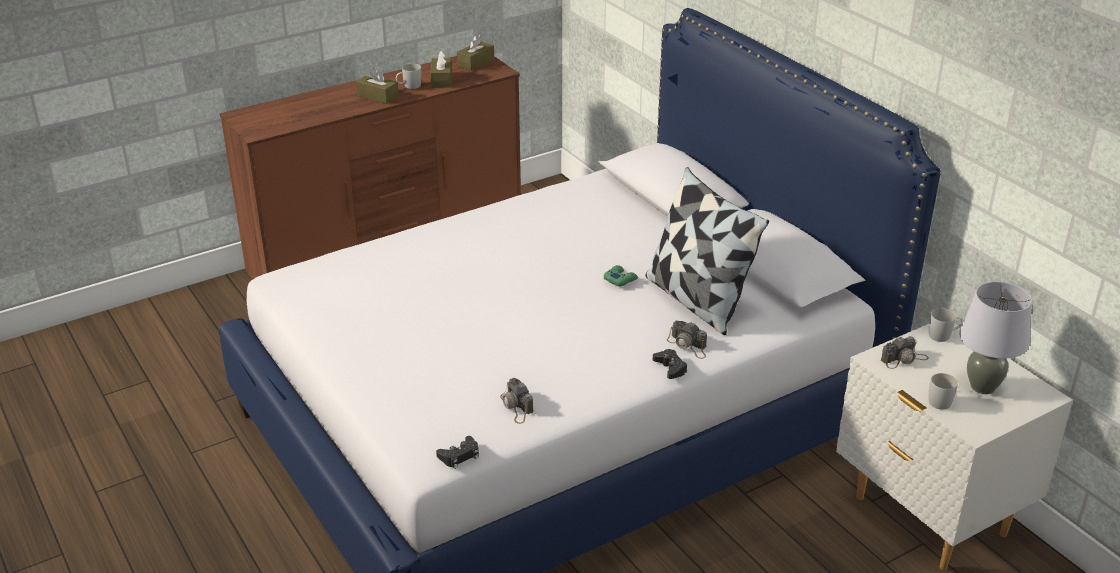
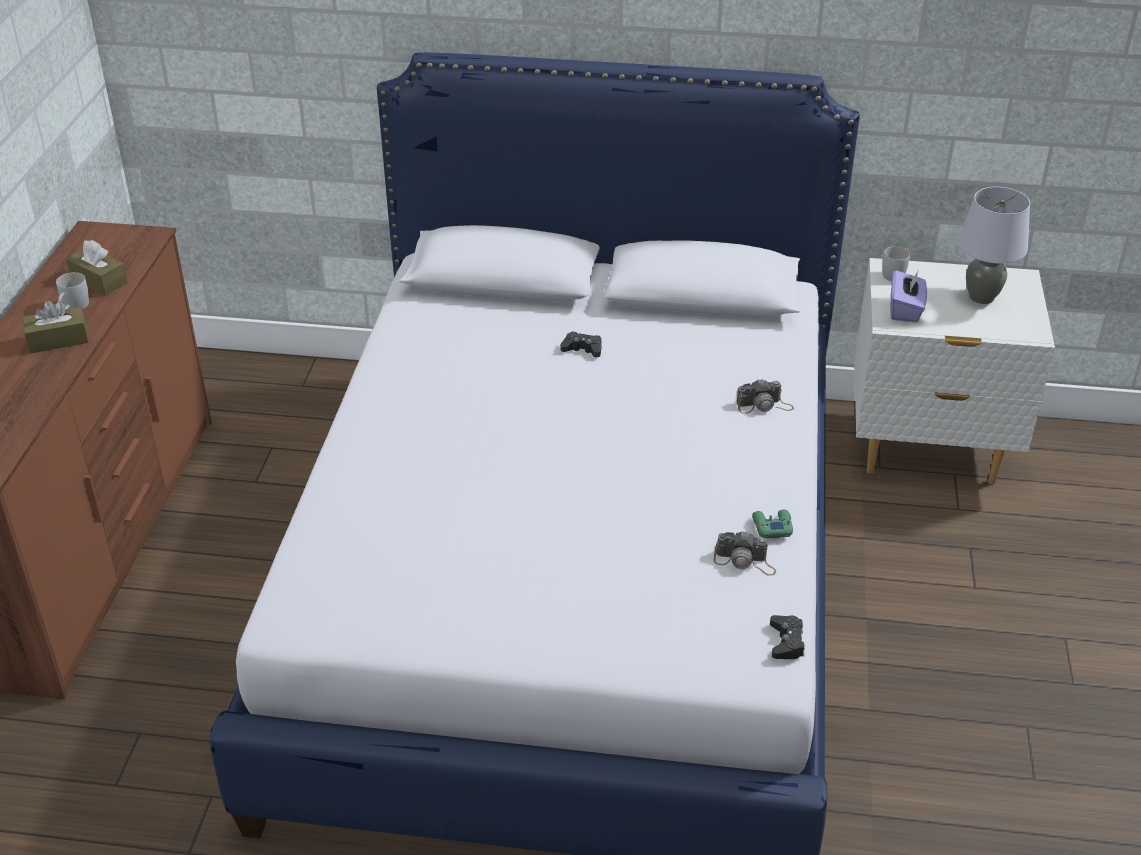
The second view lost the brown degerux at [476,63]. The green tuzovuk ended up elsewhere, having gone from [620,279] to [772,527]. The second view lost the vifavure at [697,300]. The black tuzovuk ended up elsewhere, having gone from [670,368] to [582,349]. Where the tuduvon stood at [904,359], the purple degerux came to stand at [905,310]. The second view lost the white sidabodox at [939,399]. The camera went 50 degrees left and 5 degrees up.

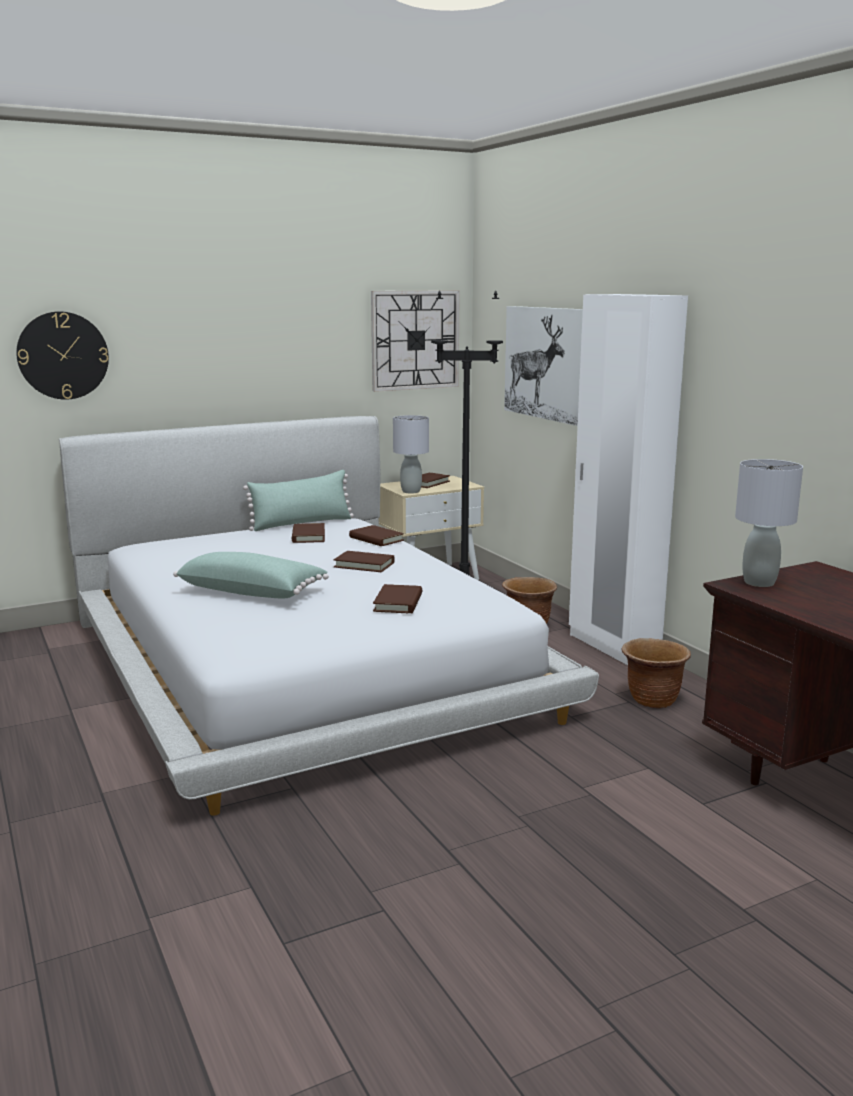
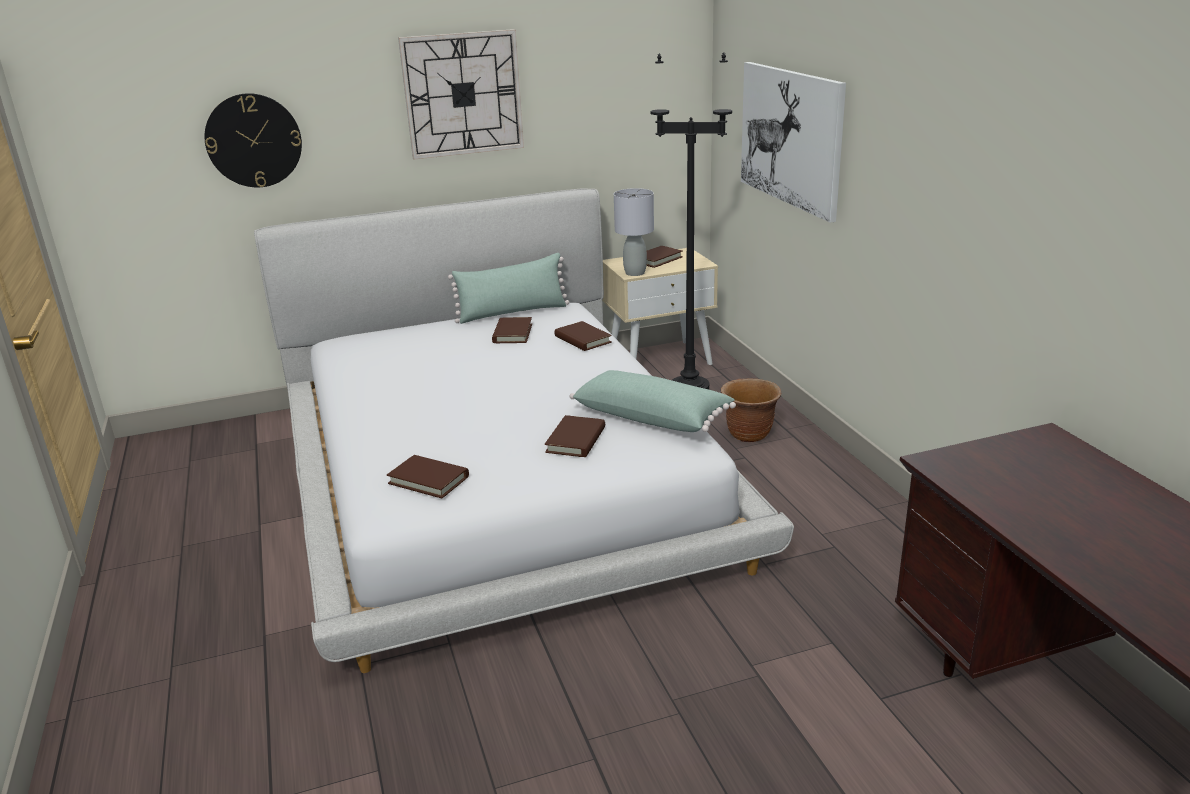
The green vifavure ended up elsewhere, having gone from [252,592] to [652,417]. The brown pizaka ended up elsewhere, having gone from [364,565] to [428,480]. The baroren ended up elsewhere, having gone from [415,340] to [463,94]. The second view lost the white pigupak at [612,647]. The second view lost the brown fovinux at [652,700]. The second view lost the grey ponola at [758,582]. The camera went 10 degrees right and 10 degrees up.

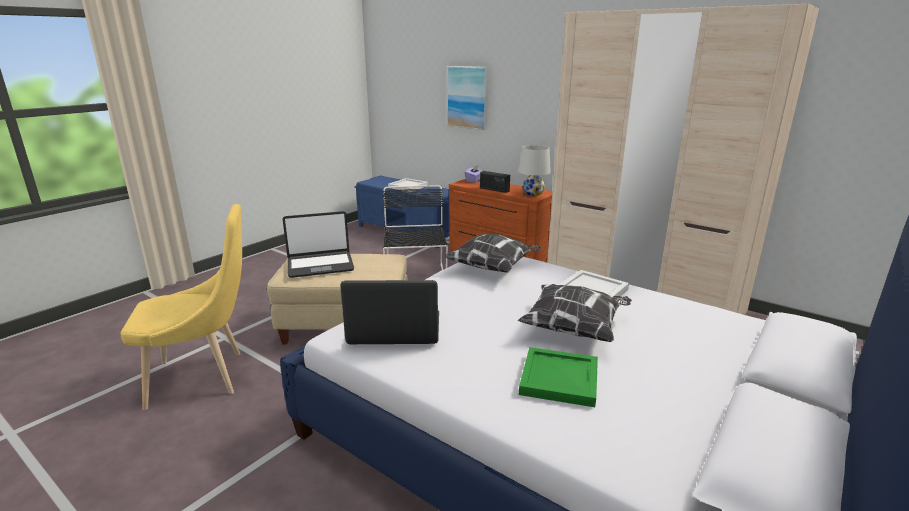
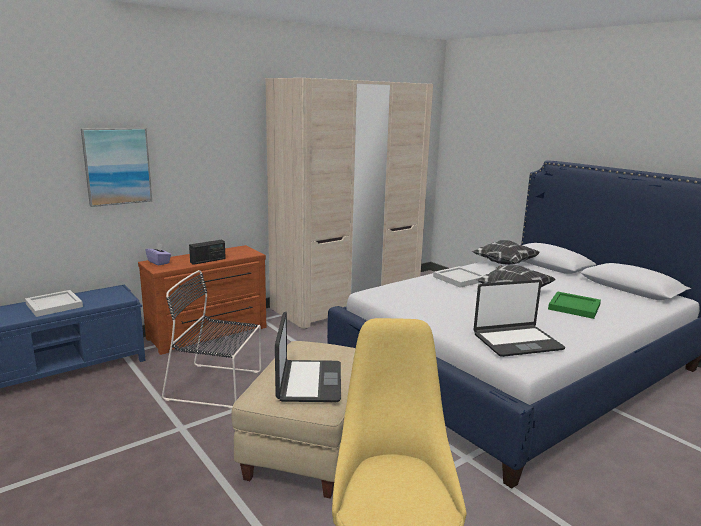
The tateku at [394,330] ended up facing another way, 120 degrees counterclockwise from before. The vifavure ended up elsewhere, having gone from [493,268] to [504,263]. The second view lost the white ponola at [533,193]. The camera went 75 degrees left and 5 degrees down.

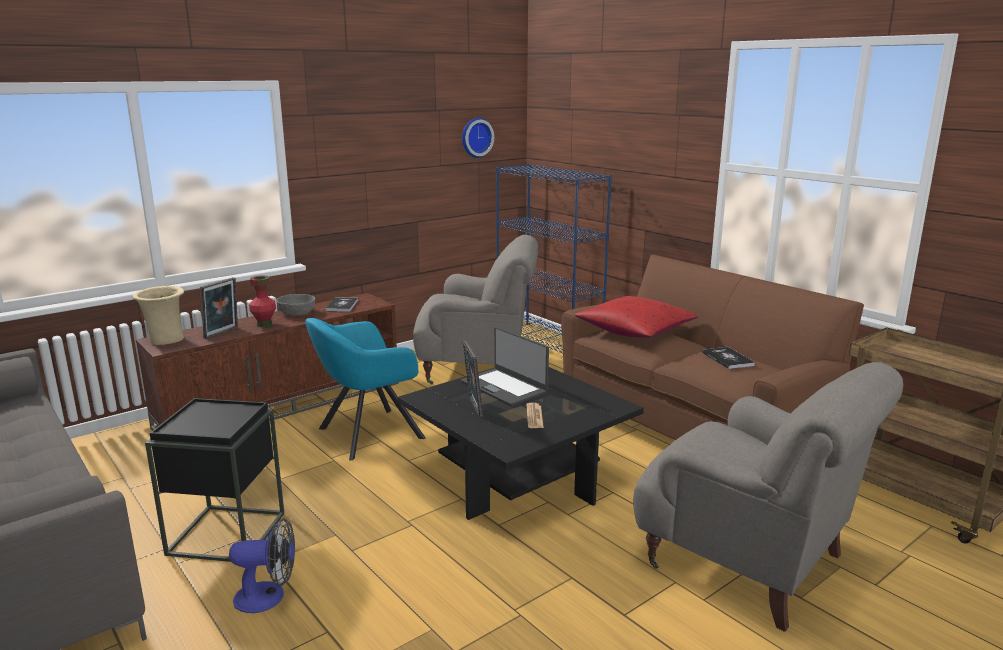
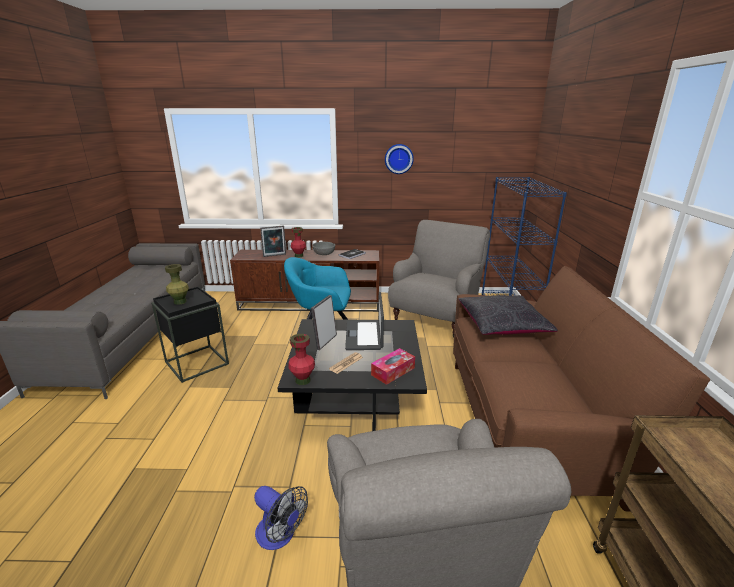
The second view lost the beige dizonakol at [166,341]. The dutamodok ended up elsewhere, having gone from [268,596] to [280,535]. The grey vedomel at [478,369] ended up facing another way, 105 degrees counterclockwise from before. The baroren ended up elsewhere, having gone from [475,137] to [398,159]. What was the red vifavure at [635,331] turned into the black vifavure at [502,325]. The second view lost the pizaka at [727,359]. The second view gained the green dizonakol at [180,301]. The second view gained the red dizonakol at [302,380]. The second view gained the degerux at [393,371]. The camera went 40 degrees right and 5 degrees up.

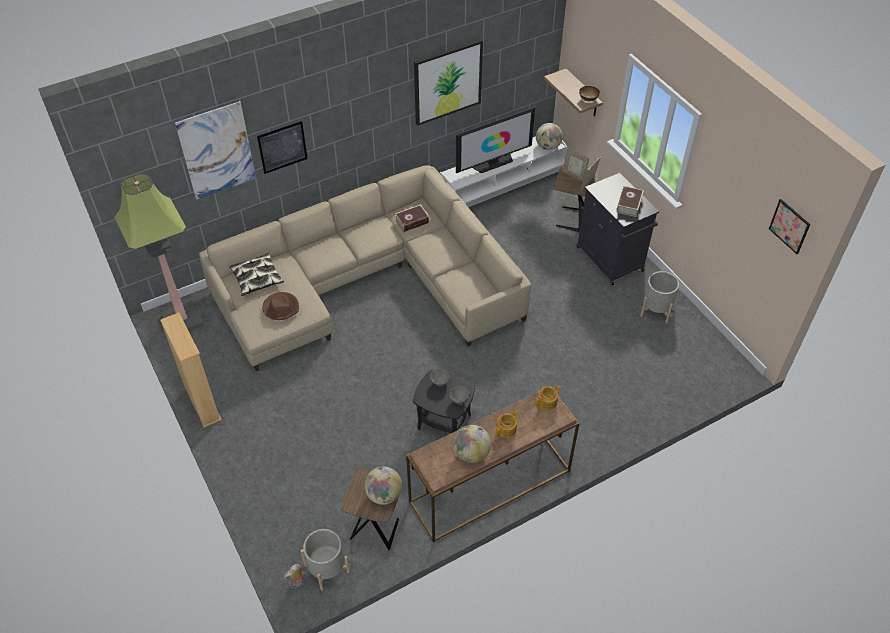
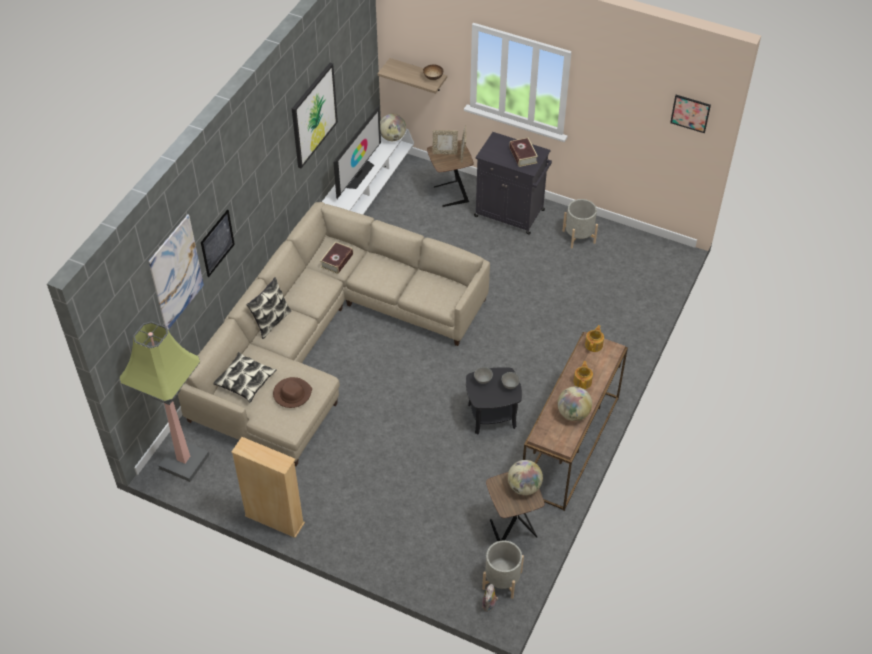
The second view gained the vifavure at [271,321]. The camera went 35 degrees left and 0 degrees up.

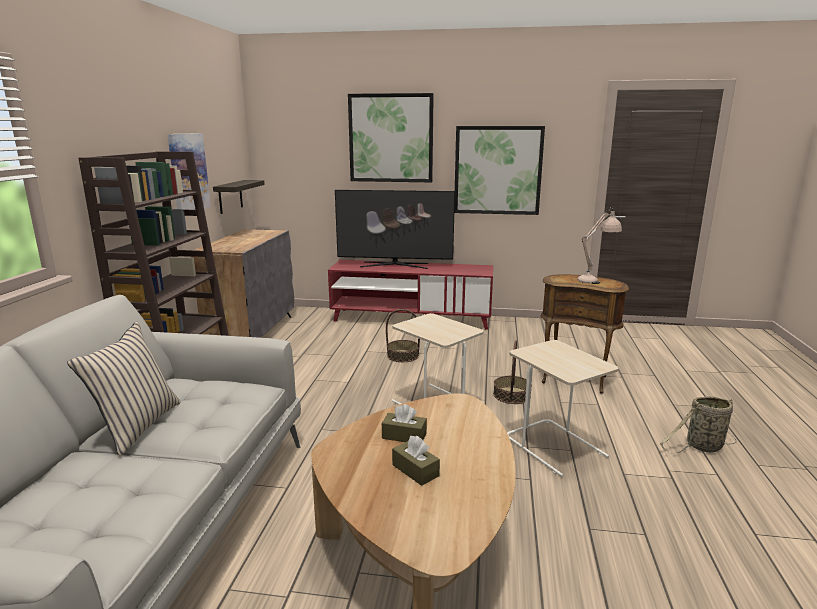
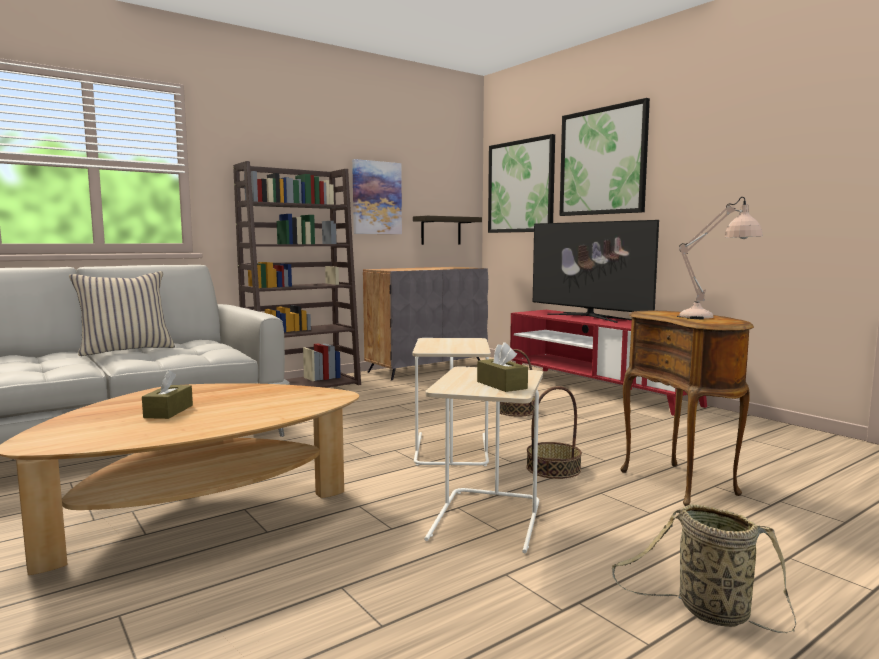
The brown degerux ended up elsewhere, having gone from [404,436] to [501,385]. The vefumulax ended up elsewhere, having gone from [497,170] to [521,186]. The camera went 45 degrees right and 10 degrees down.

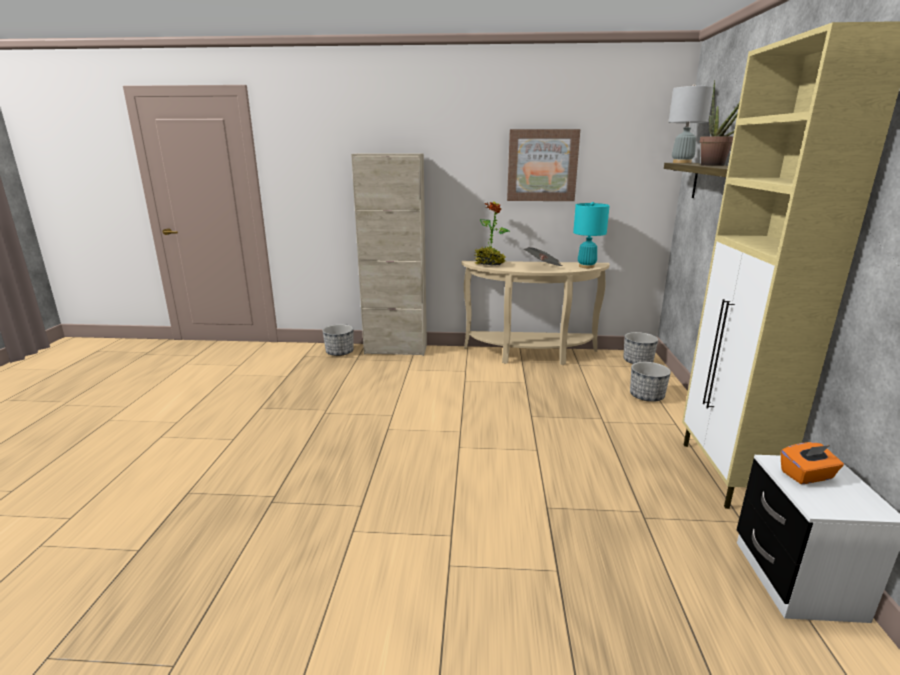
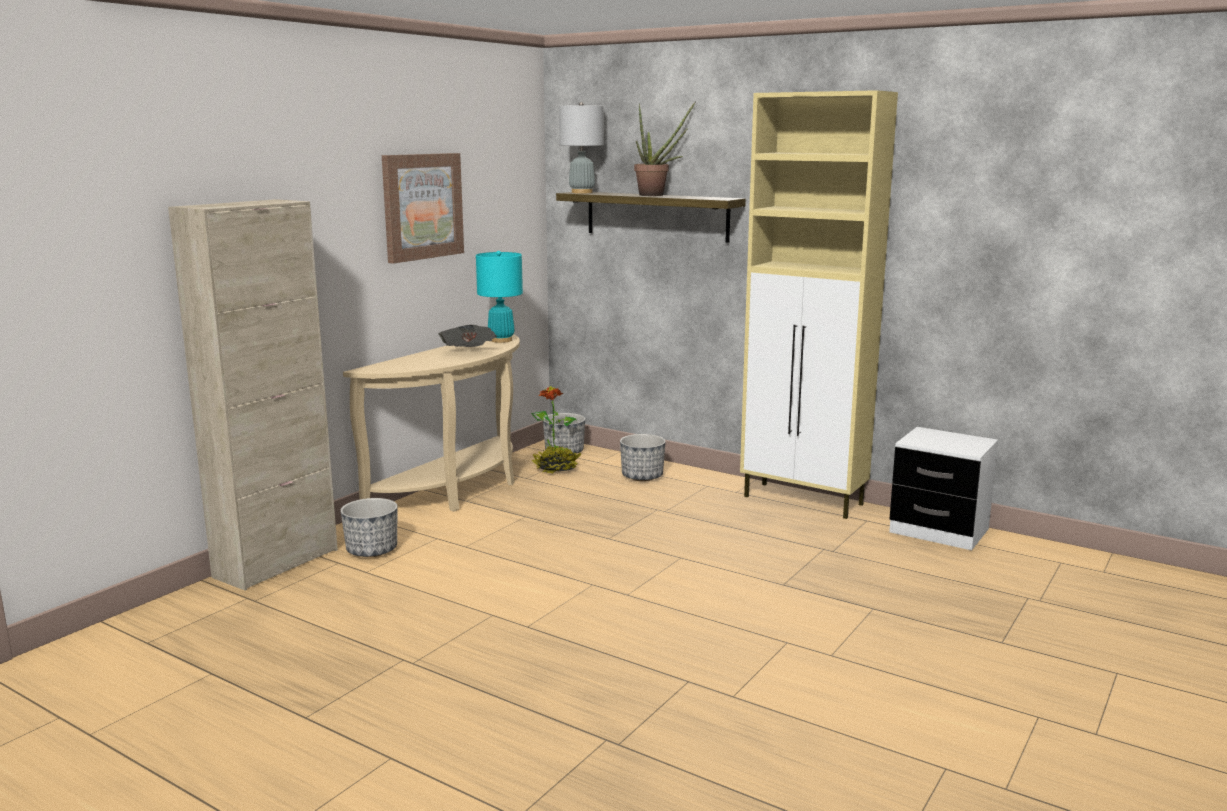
The fovinux ended up elsewhere, having gone from [339,353] to [372,551]. The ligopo ended up elsewhere, having gone from [489,264] to [556,469]. The second view lost the orange degerux at [807,476]. The camera went 60 degrees left and 5 degrees down.

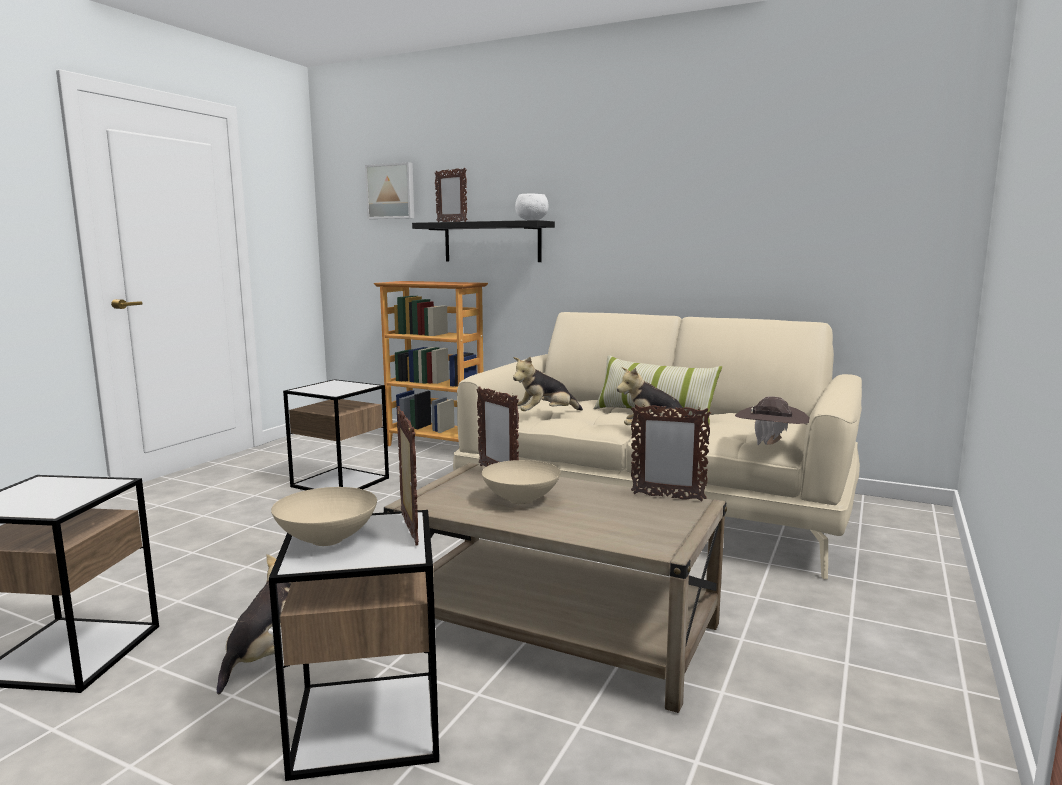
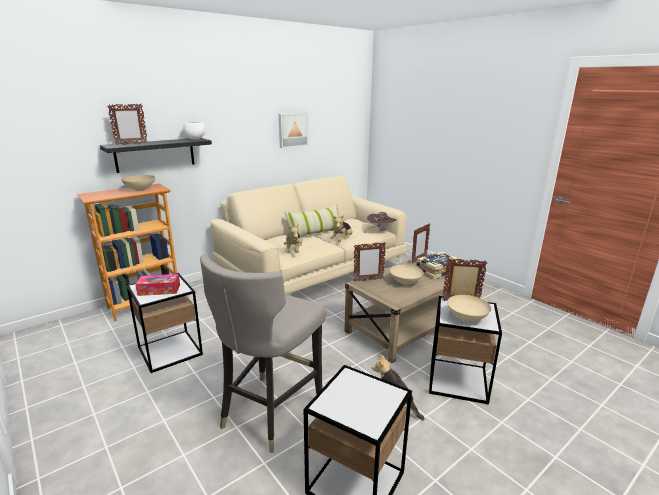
The vefumulax ended up elsewhere, having gone from [391,191] to [292,130]. The second view gained the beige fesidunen at [139,189]. The second view gained the degerux at [159,290]. The second view gained the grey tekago at [269,413]. The second view gained the pizaka at [436,271]. The camera went 65 degrees left and 10 degrees up.

